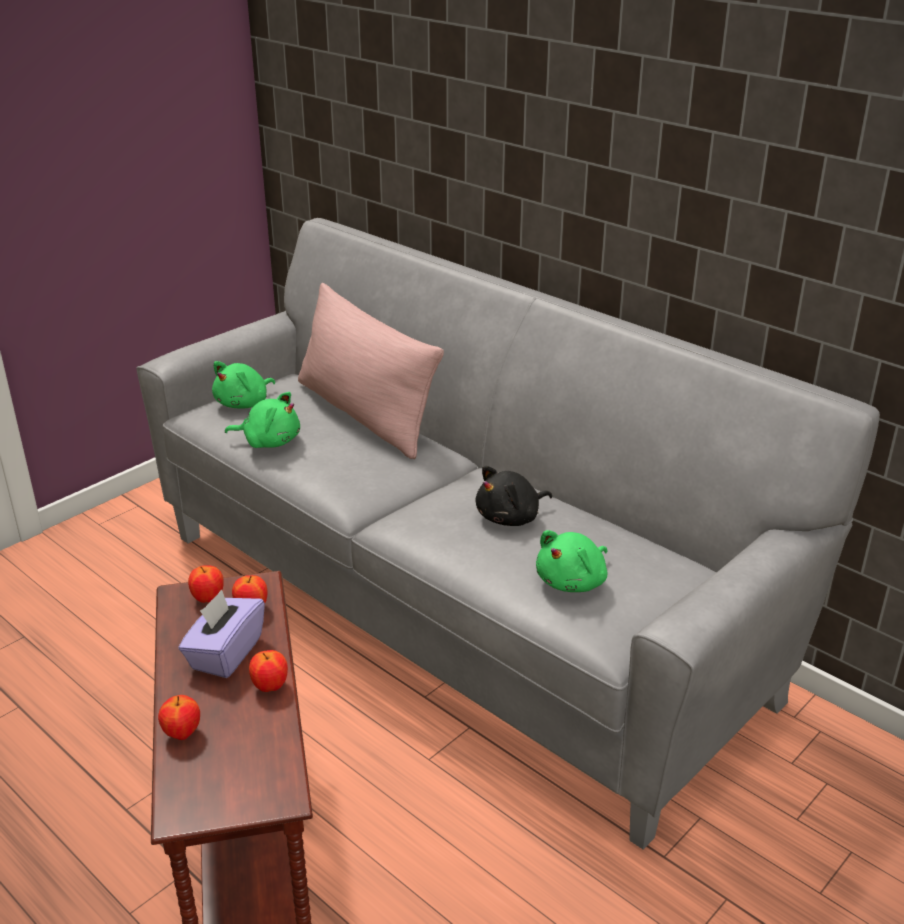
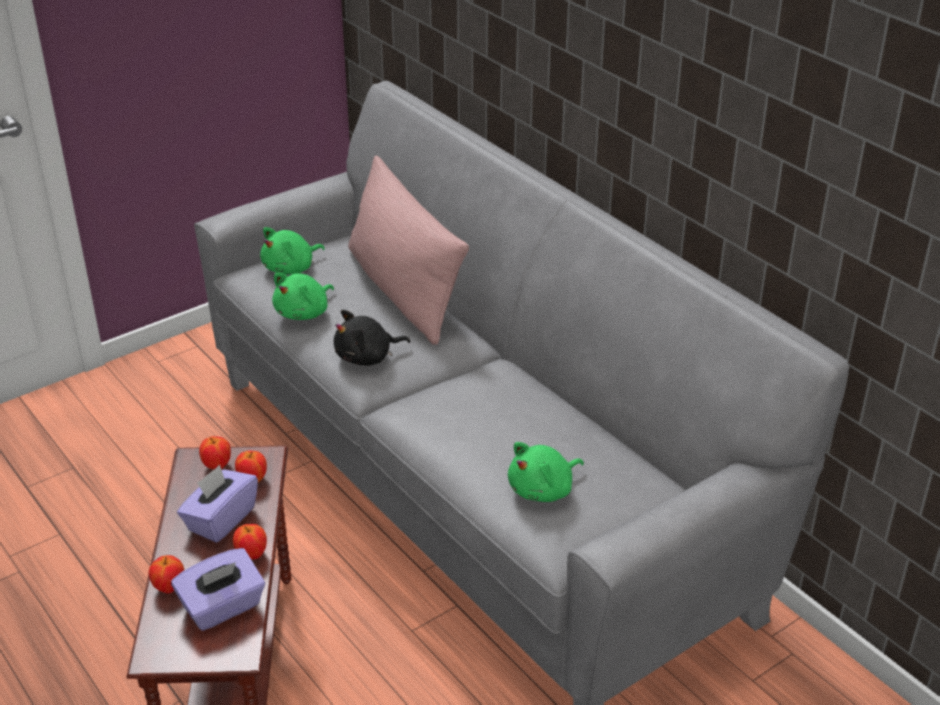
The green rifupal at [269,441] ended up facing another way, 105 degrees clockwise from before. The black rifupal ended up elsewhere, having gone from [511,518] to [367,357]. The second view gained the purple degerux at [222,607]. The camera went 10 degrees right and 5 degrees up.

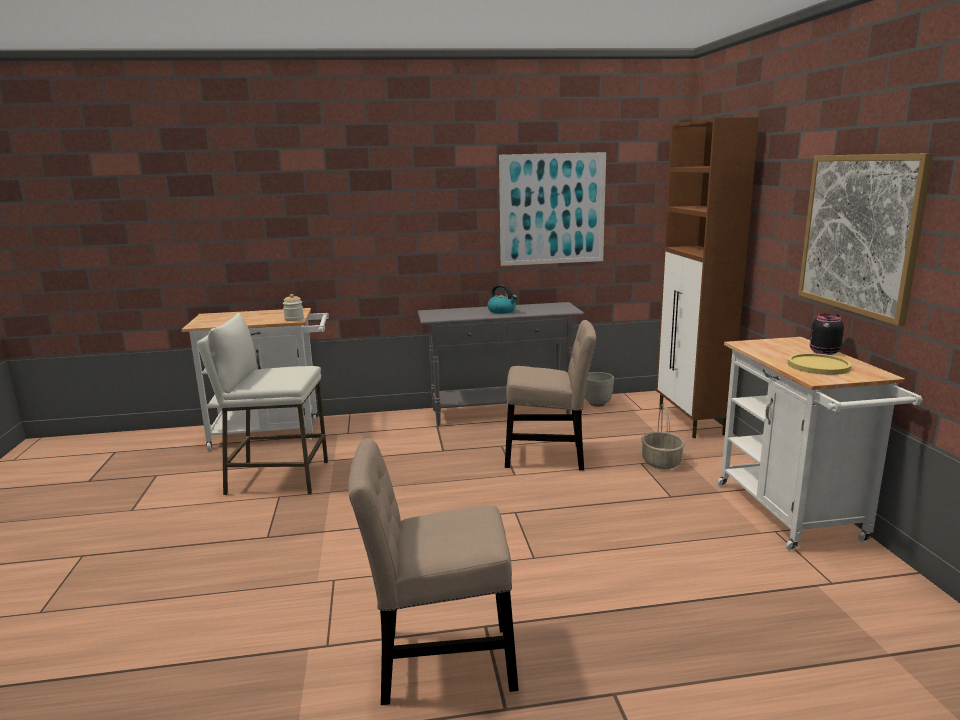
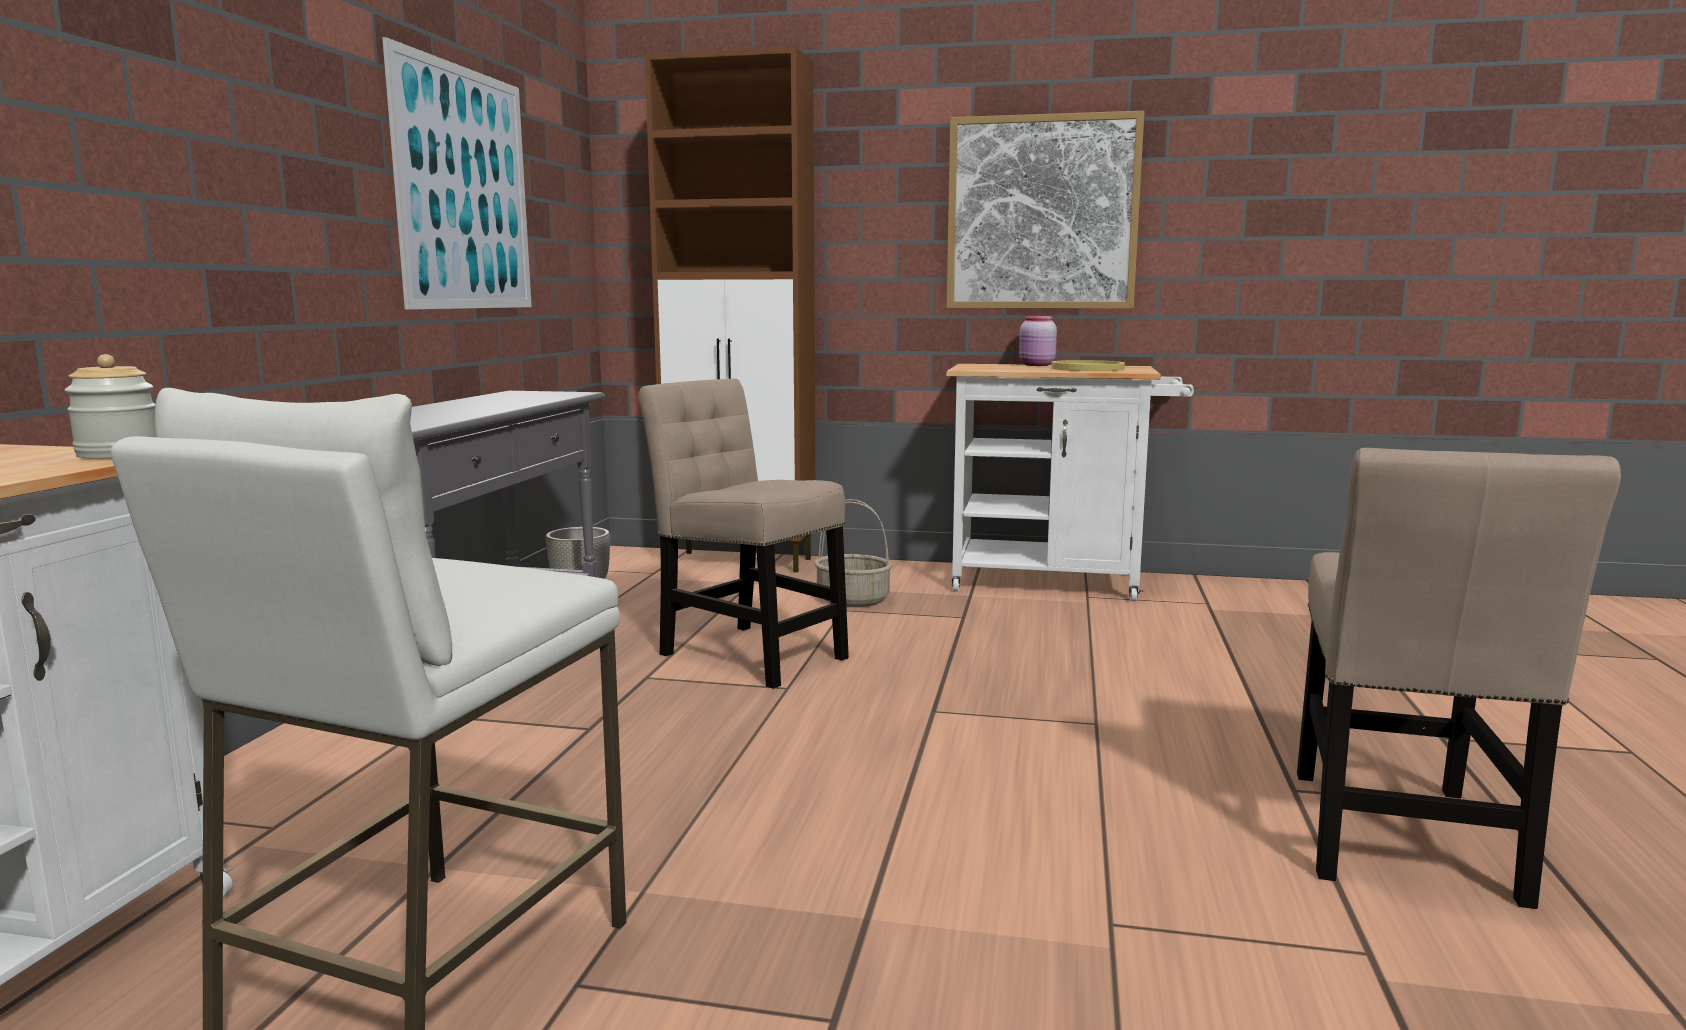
The second view lost the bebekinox at [502,311]. The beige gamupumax at [549,457] ended up facing another way, 75 degrees counterclockwise from before. What was the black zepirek at [823,352] turned into the pink zepirek at [1036,365]. The camera went 70 degrees left and 5 degrees down.

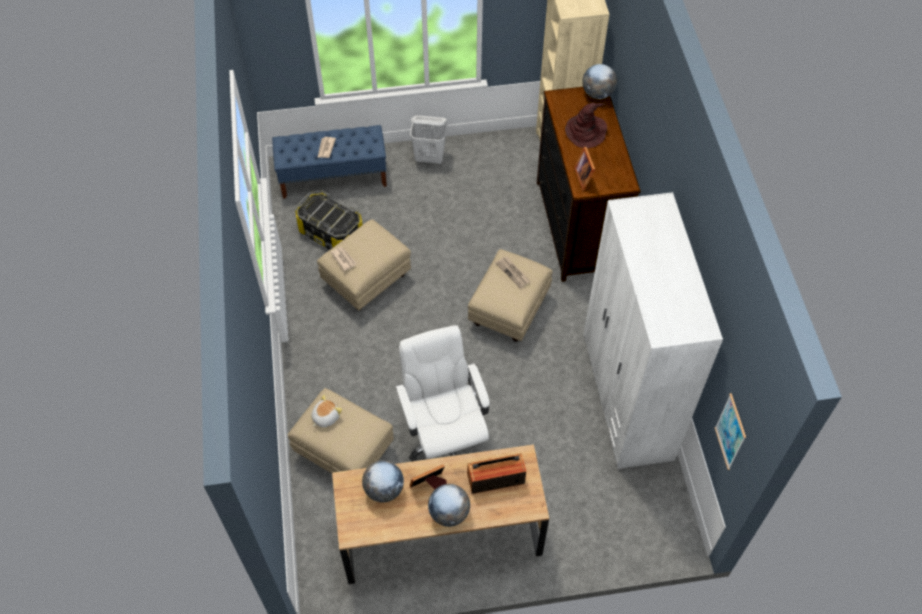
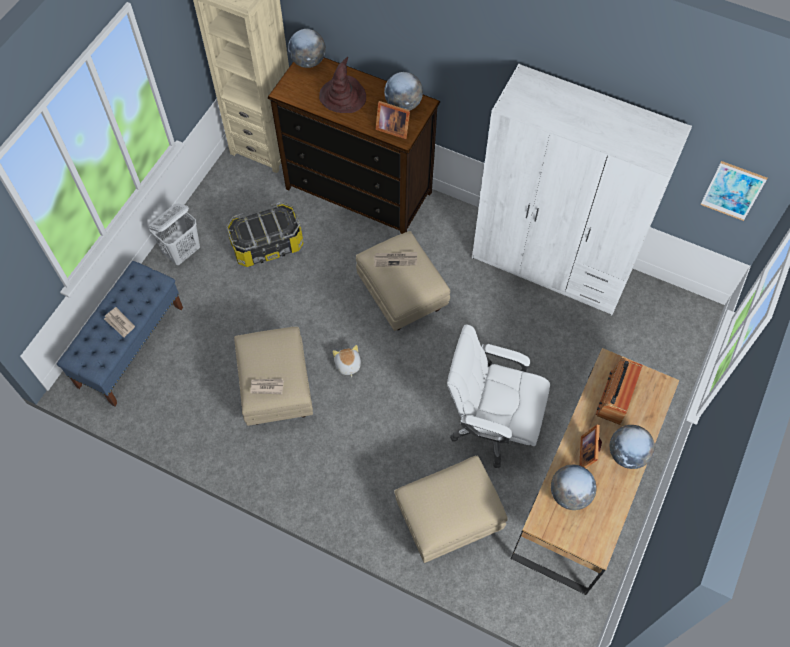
The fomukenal ended up elsewhere, having gone from [331,233] to [267,244]. The rifupal ended up elsewhere, having gone from [325,417] to [347,365]. The second view gained the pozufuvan at [403,105]. The camera went 55 degrees left and 5 degrees up.

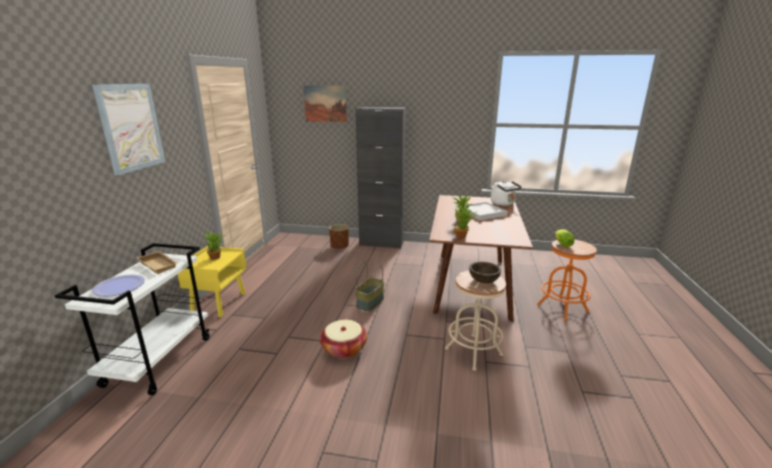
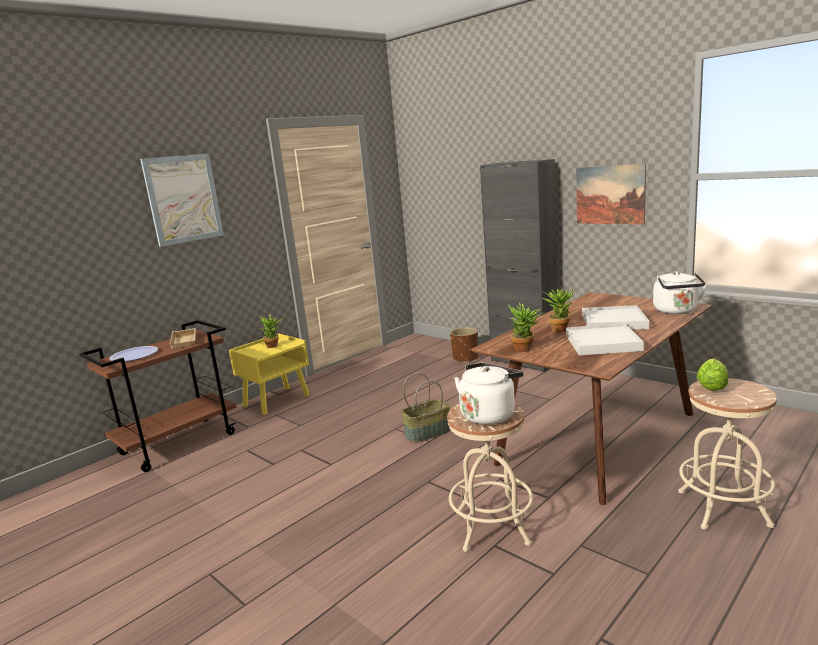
What was the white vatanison at [159,360] turned into the brown vatanison at [179,443]. The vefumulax ended up elsewhere, having gone from [325,104] to [610,195]. The second view lost the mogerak at [344,348]. Where the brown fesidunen stood at [483,280], the white bebekinox came to stand at [489,414]. What was the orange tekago at [562,308] turned into the beige tekago at [723,508]. The second view gained the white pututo at [602,343]. The camera went 35 degrees right and 5 degrees down.

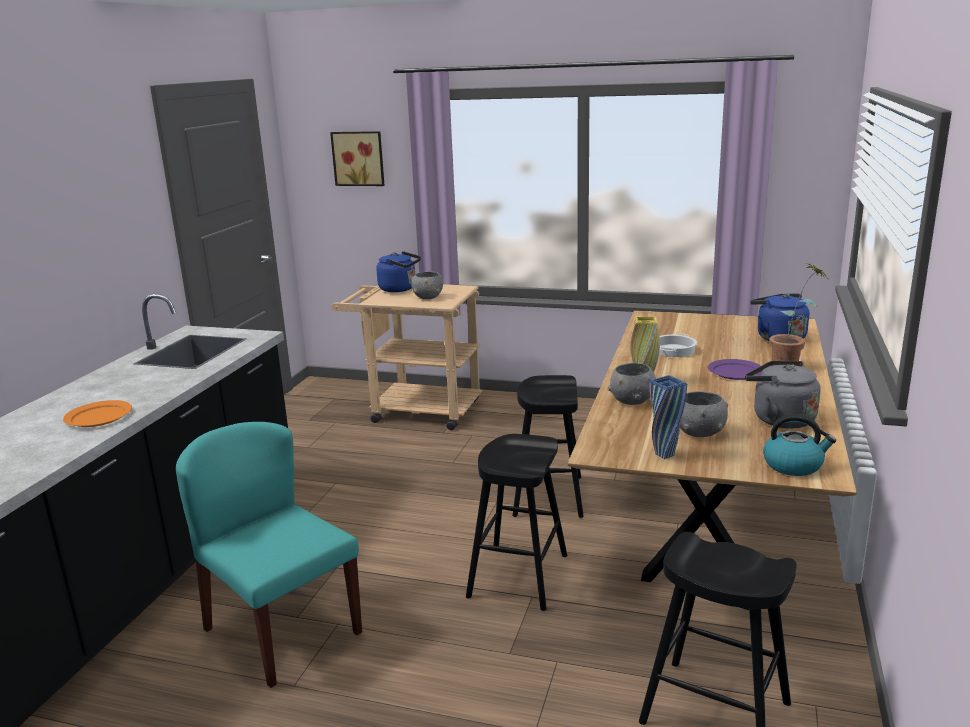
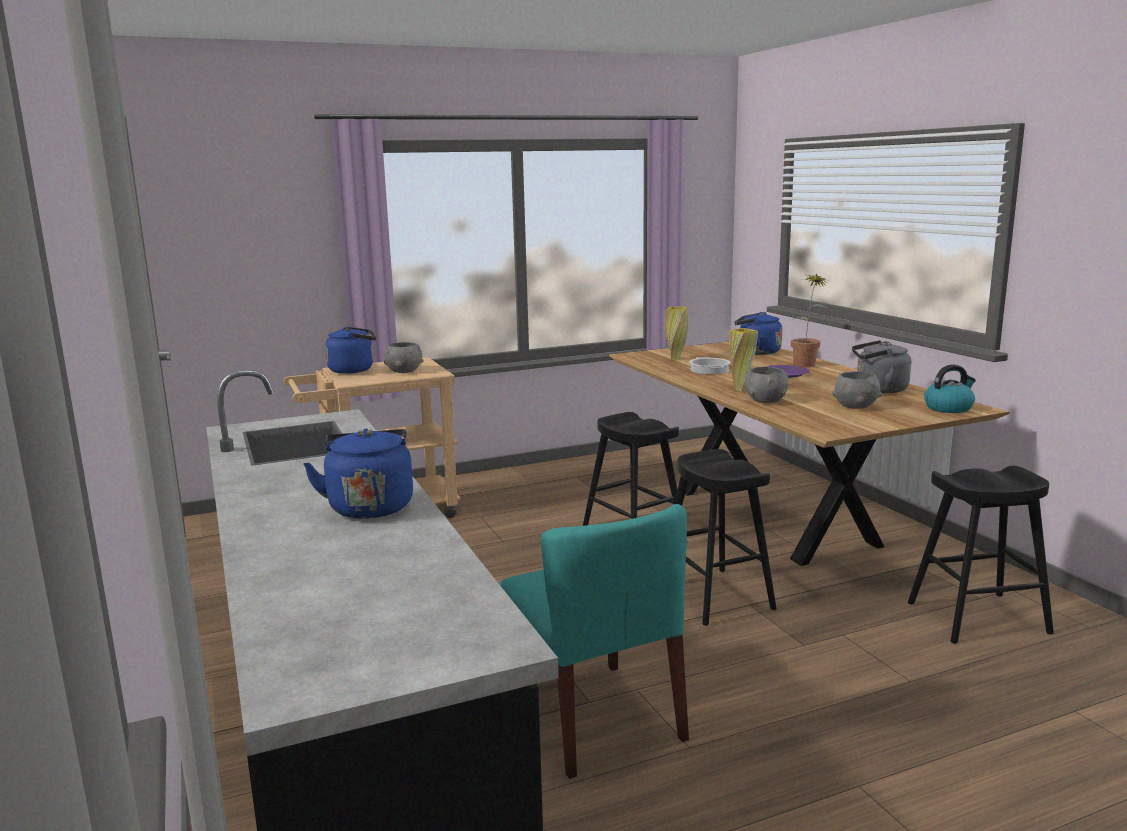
Where the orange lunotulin stood at [99,416], the blue bebekinox came to stand at [370,506]. The turquoise gamupumax at [281,630] ended up facing another way, 120 degrees counterclockwise from before. The second view lost the vefumulax at [359,158]. The second view lost the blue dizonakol at [664,455]. The second view gained the yellow dizonakol at [675,359]. The camera went 40 degrees left and 5 degrees down.

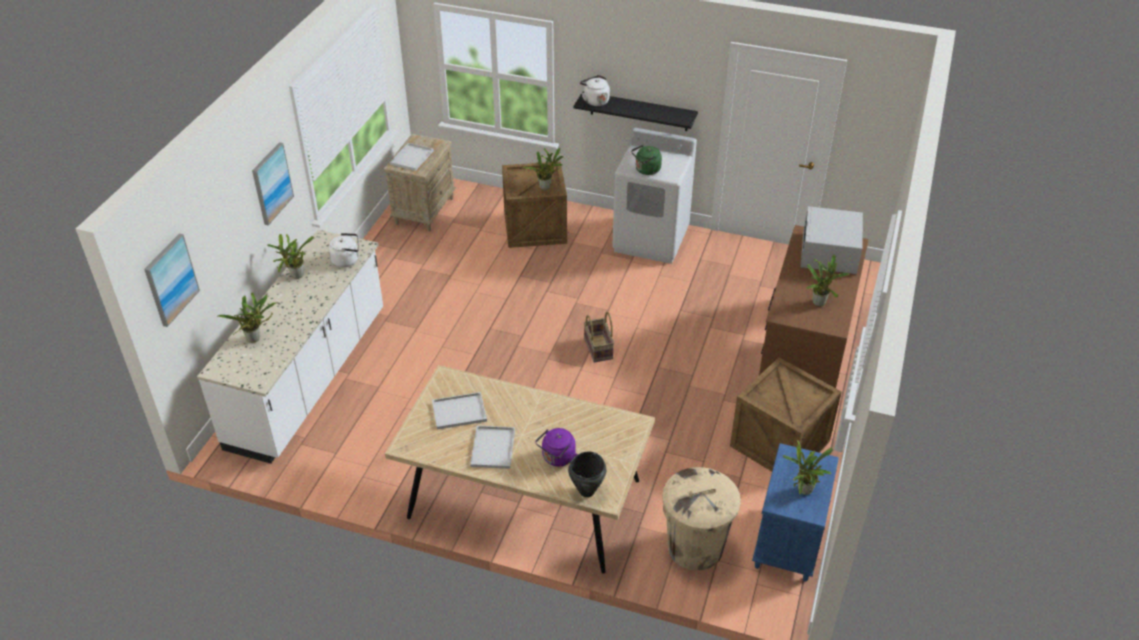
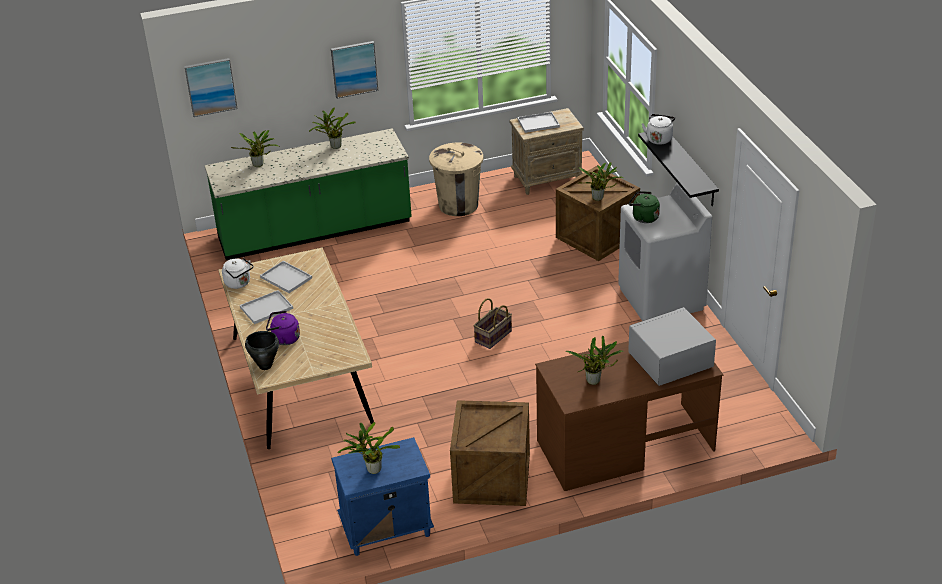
What was the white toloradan at [310,378] turned into the green toloradan at [315,231]. The white bebekinox ended up elsewhere, having gone from [347,260] to [239,283]. The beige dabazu ended up elsewhere, having gone from [695,547] to [458,205]. The camera went 55 degrees right and 5 degrees down.

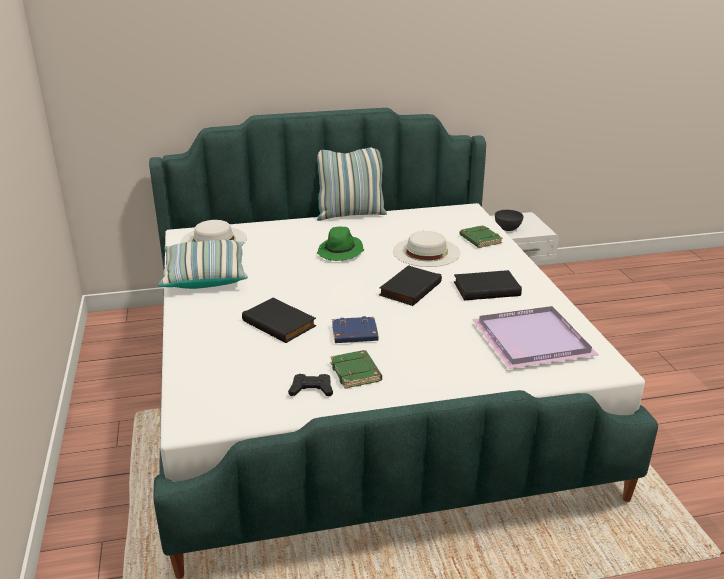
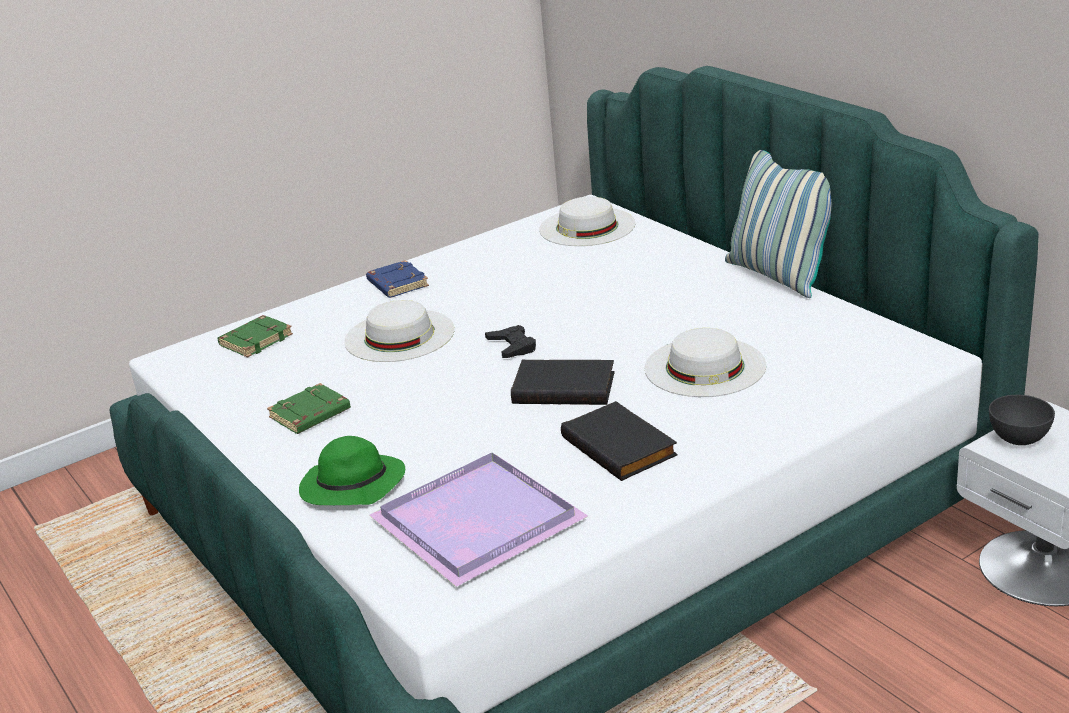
The second view lost the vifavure at [205,276]. Where the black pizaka stood at [280,323], the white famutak came to stand at [399,335]. The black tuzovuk ended up elsewhere, having gone from [311,389] to [512,346]. The green famutak ended up elsewhere, having gone from [340,252] to [351,487]. The blue pizaka ended up elsewhere, having gone from [354,334] to [396,284]. The green pizaka ended up elsewhere, having gone from [479,240] to [256,340]. The camera went 70 degrees right and 0 degrees up.

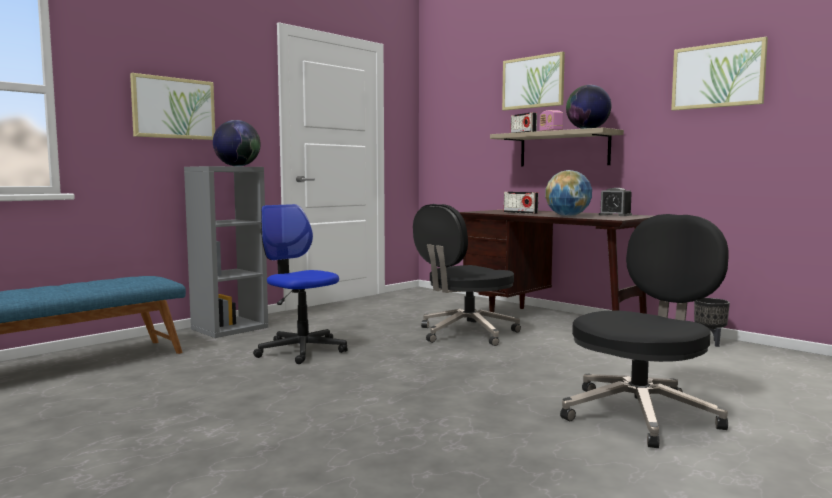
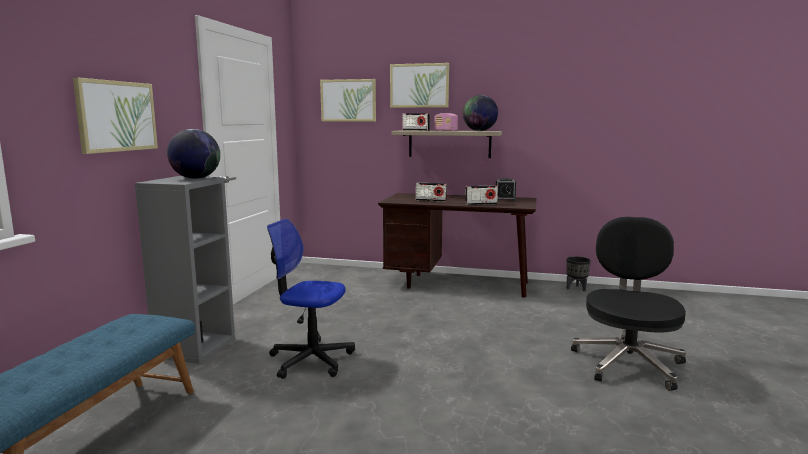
The second view lost the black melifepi at [466,333]. Where the pozufuvan stood at [568,216], the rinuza came to stand at [481,204]. The vefumulax ended up elsewhere, having gone from [718,75] to [348,100]. The camera went 30 degrees left and 5 degrees up.

